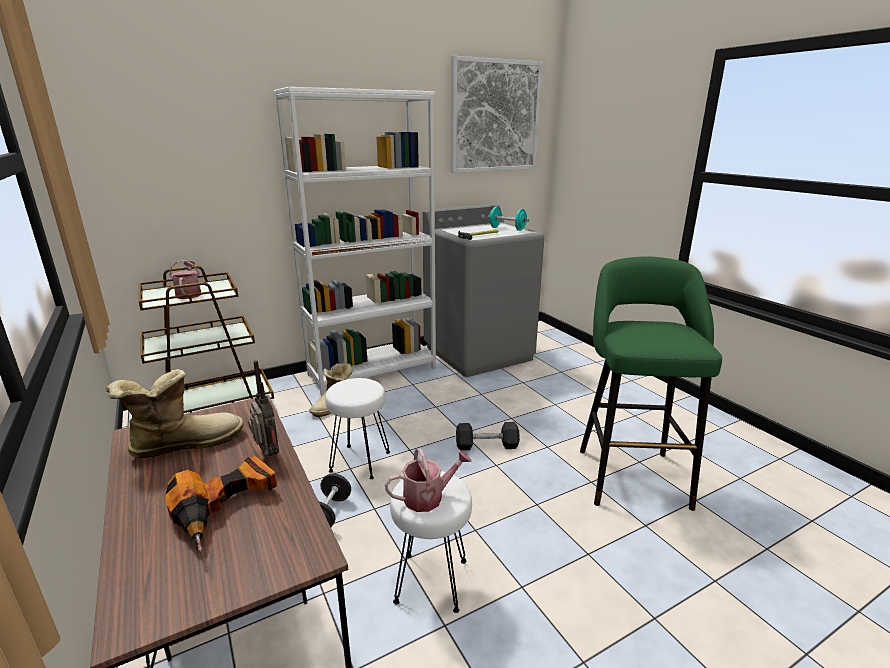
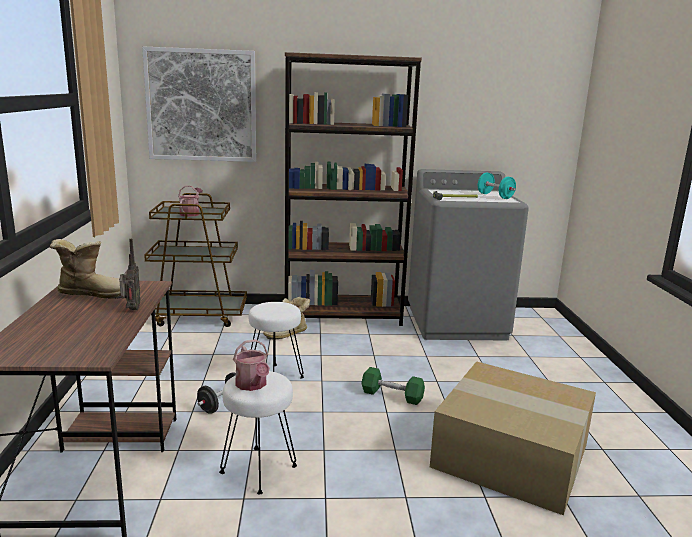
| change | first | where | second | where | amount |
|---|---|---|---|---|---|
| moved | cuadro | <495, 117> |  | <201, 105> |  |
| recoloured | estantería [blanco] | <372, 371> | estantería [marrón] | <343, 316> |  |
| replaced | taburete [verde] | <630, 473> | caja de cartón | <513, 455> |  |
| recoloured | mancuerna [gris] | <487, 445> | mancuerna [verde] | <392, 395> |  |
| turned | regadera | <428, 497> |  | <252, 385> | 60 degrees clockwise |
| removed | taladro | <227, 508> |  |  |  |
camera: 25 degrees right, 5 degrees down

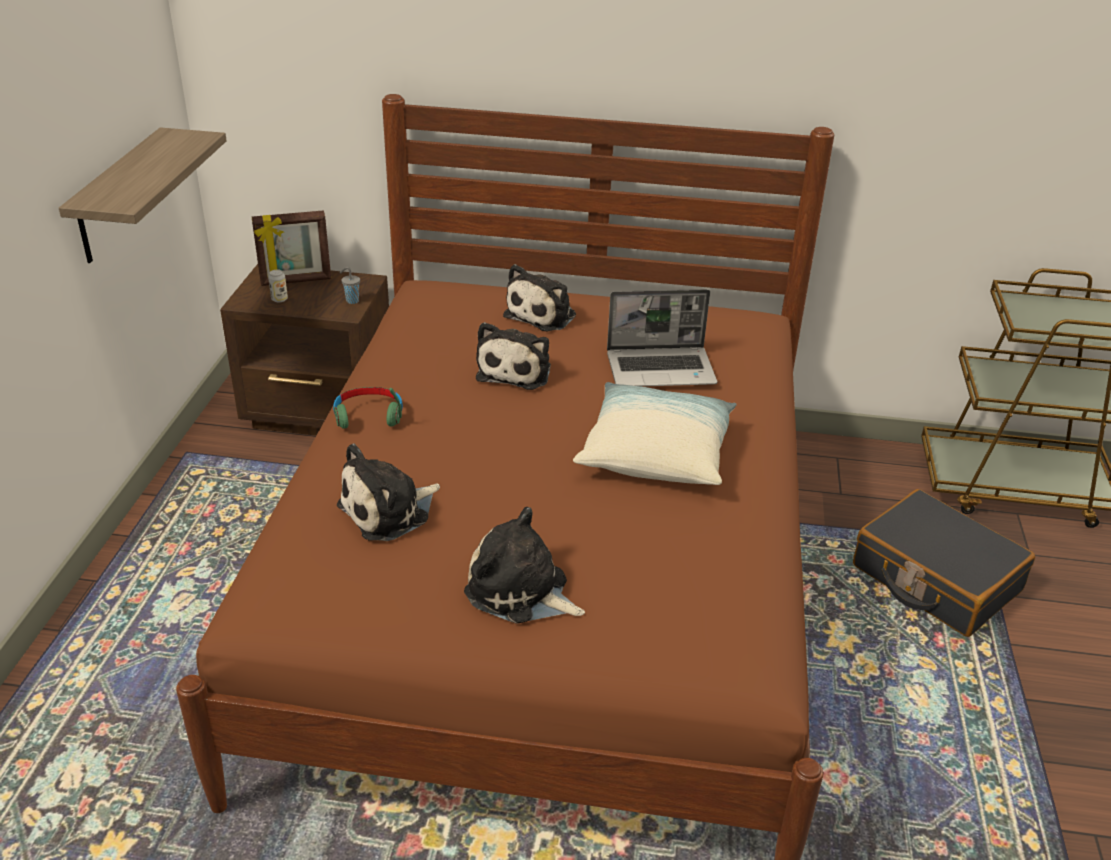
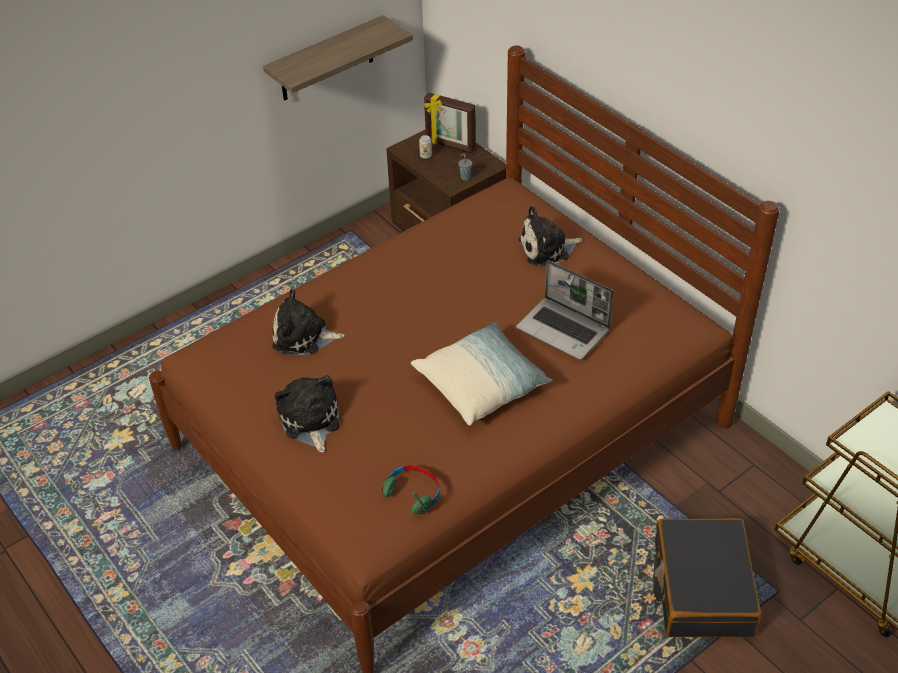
| change | first | where | second | where | amount |
|---|---|---|---|---|---|
| removed | peluche | <516, 371> |  |  |  |
| moved | auriculares [verde] | <368, 415> |  | <413, 493> |  |
camera: 45 degrees right, 10 degrees up

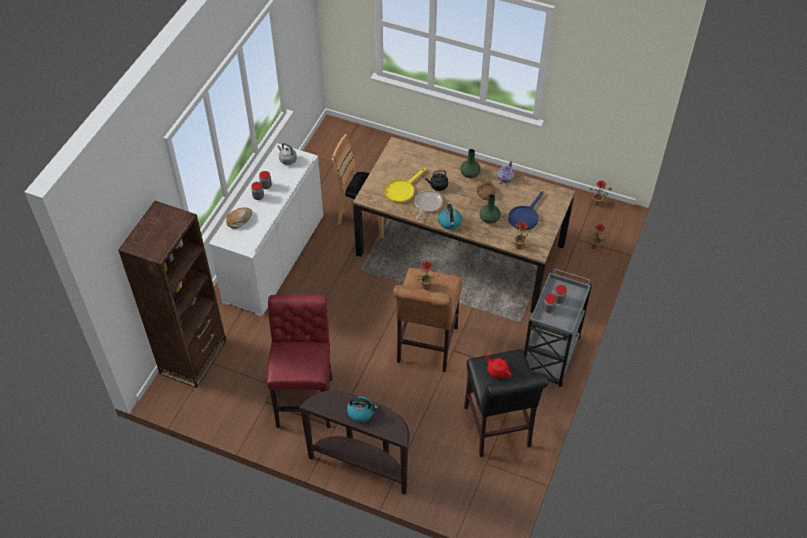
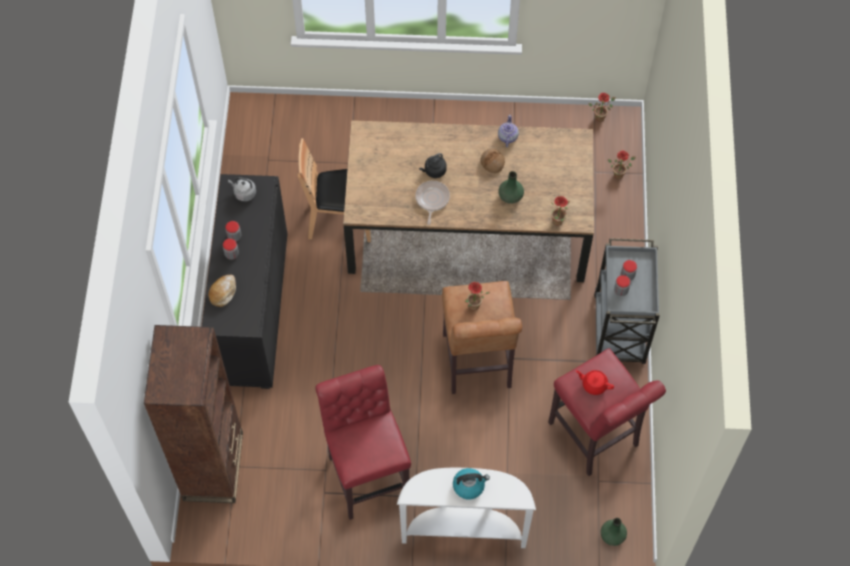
| change | first | where | second | where | amount |
|---|---|---|---|---|---|
| recoloured | armario [blanco] | <274, 258> | armario [negro] | <252, 309> |  |
| moved | florero [verde] | <469, 173> |  | <612, 535> |  |
| removed | sartén [amarillo] | <402, 190> |  |  |  |
| removed | sartén [azul] | <525, 216> |  |  |  |
| removed | hervidor | <450, 222> |  |  |  |
| recoloured | taburete [negro] | <498, 430> | taburete [rojo] | <596, 438> |  |
| recoloured | mesa consola [marrón] | <362, 464> | mesa consola [blanco] | <463, 530> |  |
camera: 20 degrees left, 10 degrees up

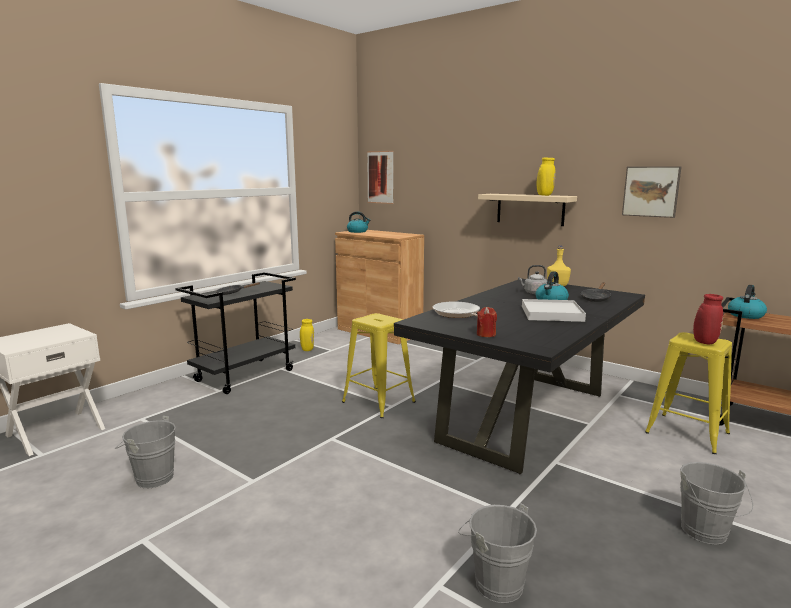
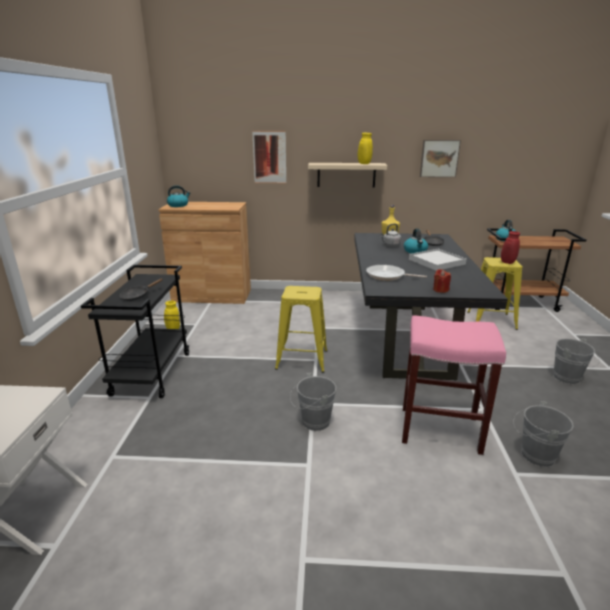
| change | first | where | second | where | amount |
|---|---|---|---|---|---|
| moved | cuadro | <380, 177> |  | <269, 157> |  |
| moved | cubo [gris] | <151, 477> |  | <312, 422> |  |
| added |  |  | taburete [rosa] | <438, 430> |  |
camera: 35 degrees left, 10 degrees up

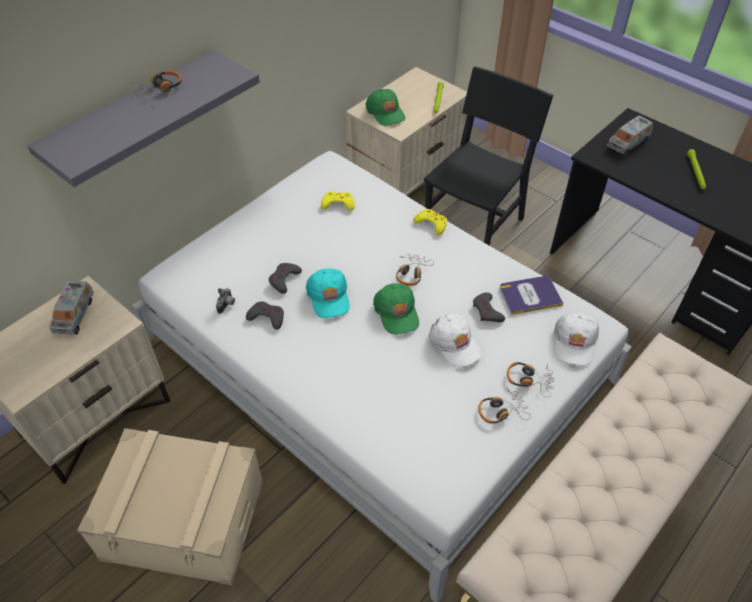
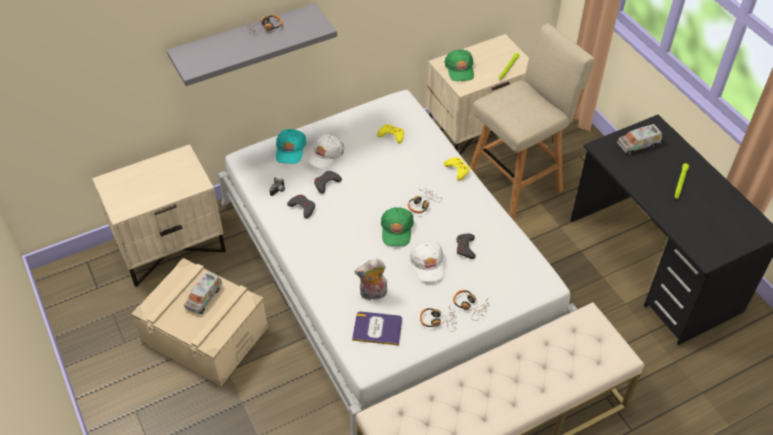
| change | first | where | second | where | amount |
|---|---|---|---|---|---|
| replaced | silla [negro] | <474, 227> | taburete [beis] | <517, 181> |  |
| moved | gorra [turquesa] | <329, 297> |  | <290, 150> |  |
| moved | libro | <530, 295> |  | <377, 328> |  |
| moved | camión de juguete | <74, 314> |  | <204, 297> |  |
| moved | gorra [blanco] | <574, 342> |  | <325, 155> |  |
| added |  |  | peluche | <373, 294> |  |
camera: 20 degrees right, 0 degrees up

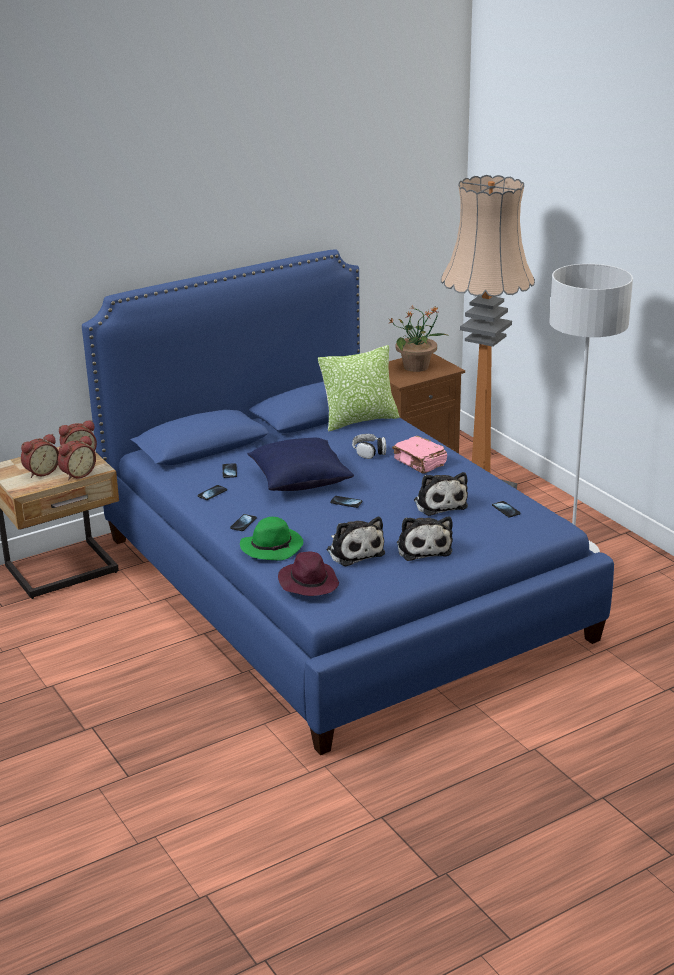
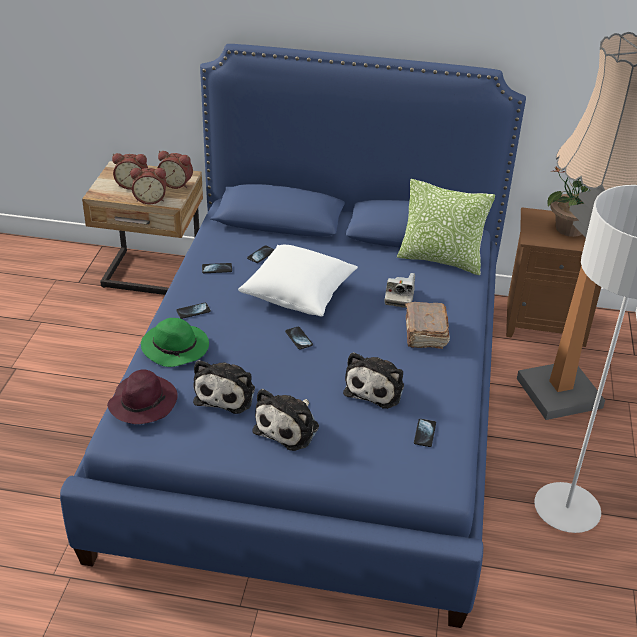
| change | first | where | second | where | amount |
|---|---|---|---|---|---|
| replaced | auriculares | <369, 452> | cámara | <399, 297> |  |
| recoloured | libro [rosa] | <420, 463> | libro [marrón] | <425, 333> |  |
| recoloured | cojín [azul] | <300, 480> | cojín [blanco] | <299, 294> |  |
camera: 40 degrees right, 10 degrees up

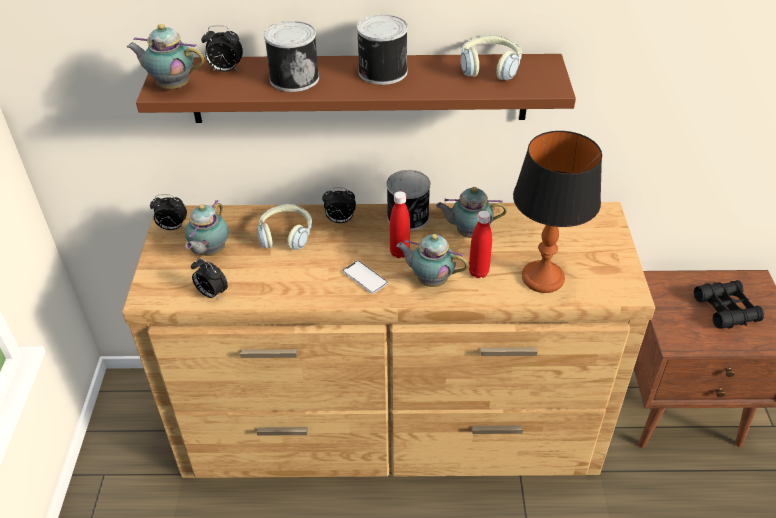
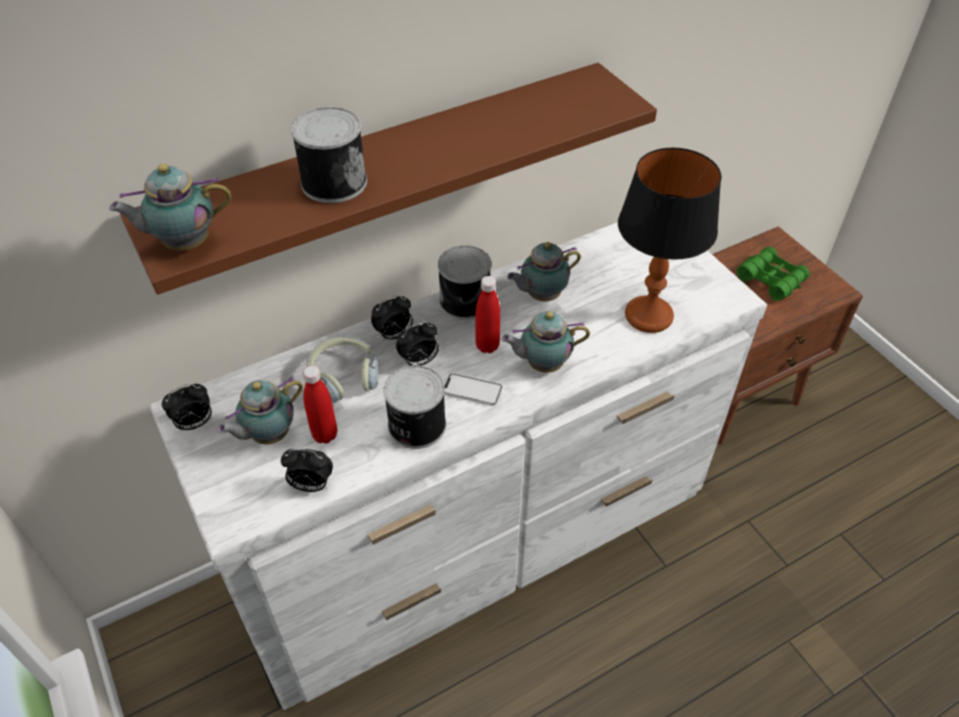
| change | first | where | second | where | amount |
|---|---|---|---|---|---|
| moved | lata | <381, 71> |  | <415, 425> |  |
| moved | despertador | <225, 70> |  | <419, 361> |  |
| removed | auriculares | <490, 67> |  |  |  |
| turned | tetera | <209, 252> |  | <268, 435> | 60 degrees clockwise |
| recoloured | cómoda [marrón] | <391, 424> | cómoda [blanco] | <478, 534> |  |
| moved | botella [rojo] | <478, 272> |  | <325, 435> |  |
| recoloured | prismáticos [negro] | <726, 309> | prismáticos [verde] | <771, 279> |  |
camera: 30 degrees left, 5 degrees up

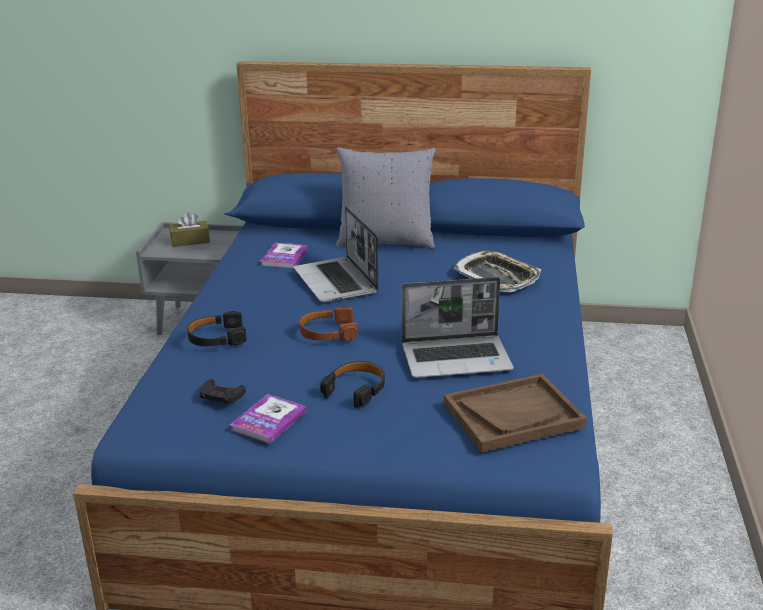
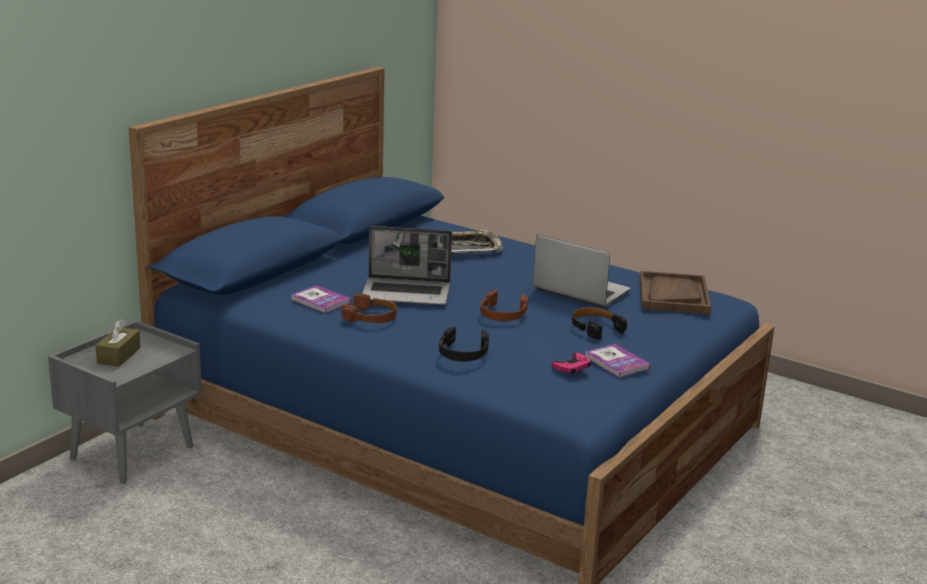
| change | first | where | second | where | amount |
|---|---|---|---|---|---|
| removed | cojín [gris] | <386, 241> |  |  |  |
| turned | portátil | <457, 358> |  | <579, 290> | 75 degrees counterclockwise |
| recoloured | mando de consola [negro] | <221, 395> | mando de consola [rosa] | <572, 367> |  |
| added |  |  | auriculares [marrón] | <371, 317> |  |
camera: 65 degrees left, 5 degrees down

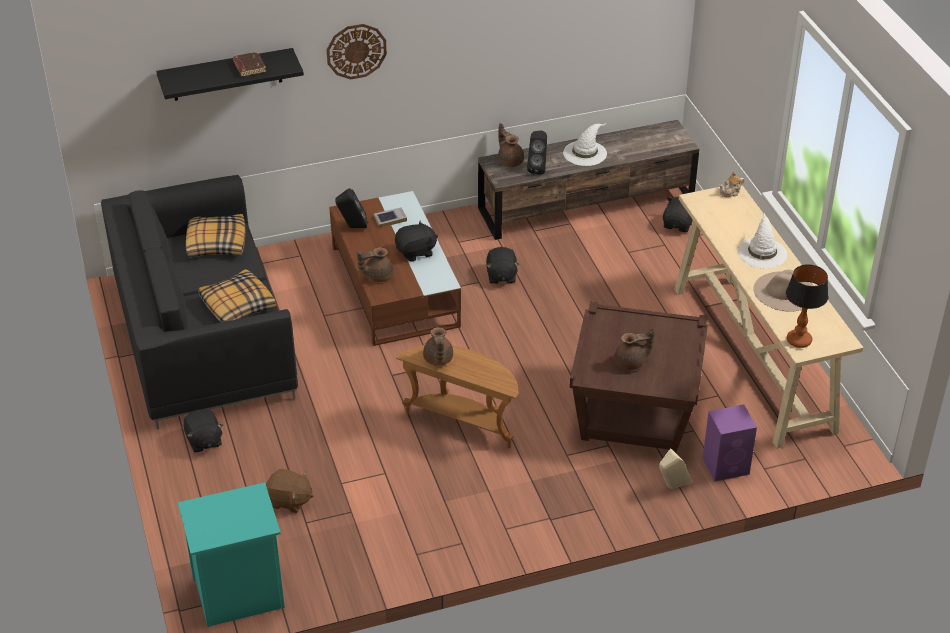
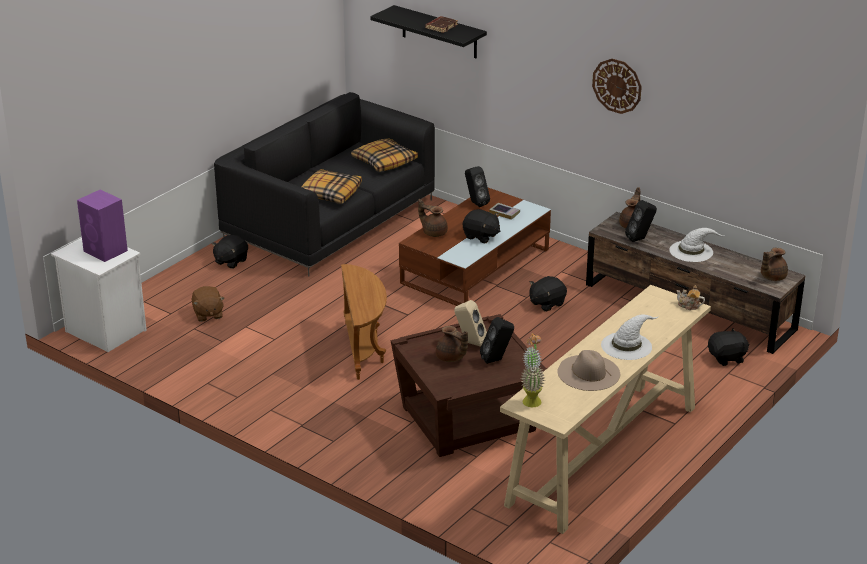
| change | first | where | second | where | amount |
|---|---|---|---|---|---|
| moved | reloj de pared | <356, 51> |  | <617, 85> |  |
| replaced | lámpara de mesa | <798, 340> | planta en maceta | <531, 399> |  |
| moved | tetera [marrón] | <438, 359> |  | <772, 277> |  |
| moved | altavoz [morado] | <727, 466> |  | <106, 251> |  |
| moved | altavoz [beis] | <671, 487> |  | <469, 343> |  |
| recoloured | mesita de noche [turquesa] | <238, 594> | mesita de noche [blanco] | <103, 331> |  |
| added |  |  | altavoz [negro] | <497, 360> |  |
camera: 55 degrees right, 10 degrees down

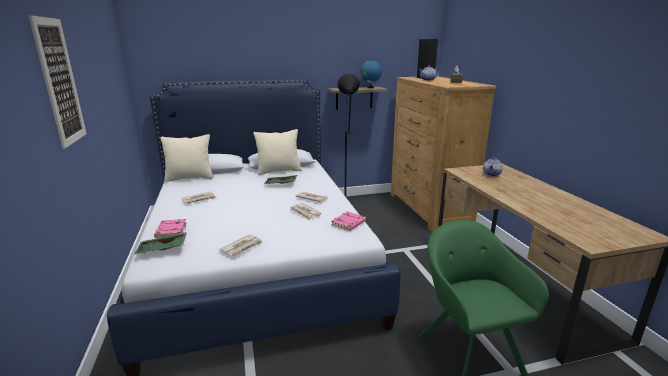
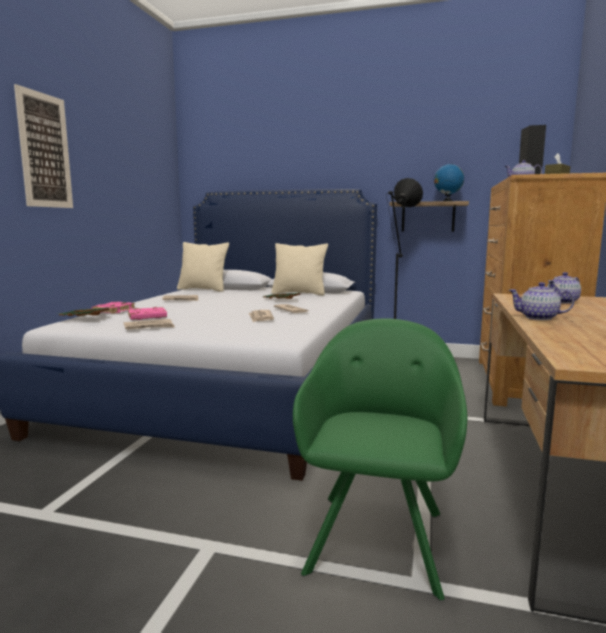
| change | first | where | second | where | amount |
|---|---|---|---|---|---|
| moved | libro [rosa] | <349, 224> |  | <147, 317> |  |
| added |  |  | tetera | <539, 318> |  |
camera: 30 degrees right, 10 degrees down

